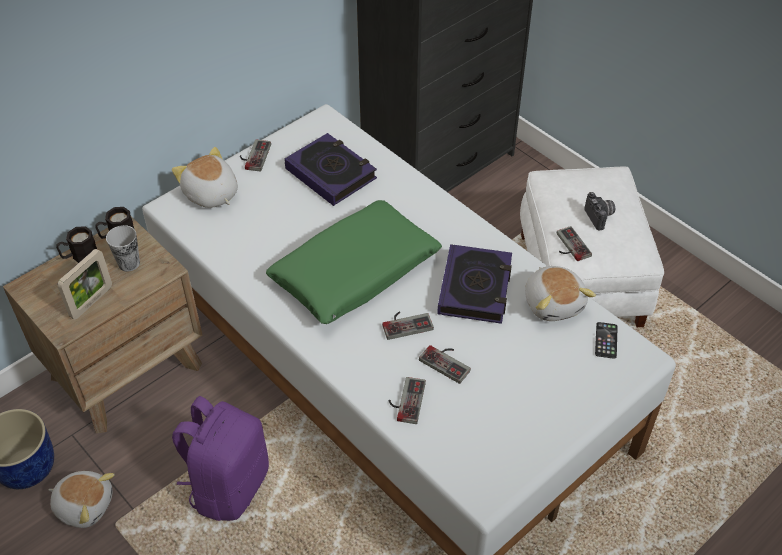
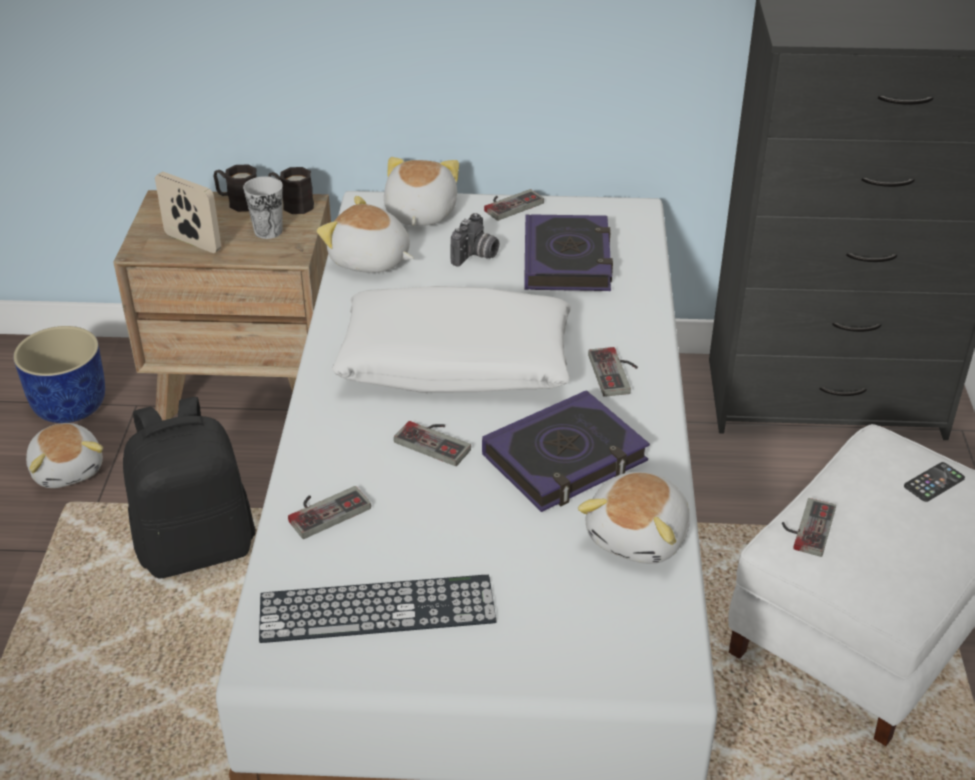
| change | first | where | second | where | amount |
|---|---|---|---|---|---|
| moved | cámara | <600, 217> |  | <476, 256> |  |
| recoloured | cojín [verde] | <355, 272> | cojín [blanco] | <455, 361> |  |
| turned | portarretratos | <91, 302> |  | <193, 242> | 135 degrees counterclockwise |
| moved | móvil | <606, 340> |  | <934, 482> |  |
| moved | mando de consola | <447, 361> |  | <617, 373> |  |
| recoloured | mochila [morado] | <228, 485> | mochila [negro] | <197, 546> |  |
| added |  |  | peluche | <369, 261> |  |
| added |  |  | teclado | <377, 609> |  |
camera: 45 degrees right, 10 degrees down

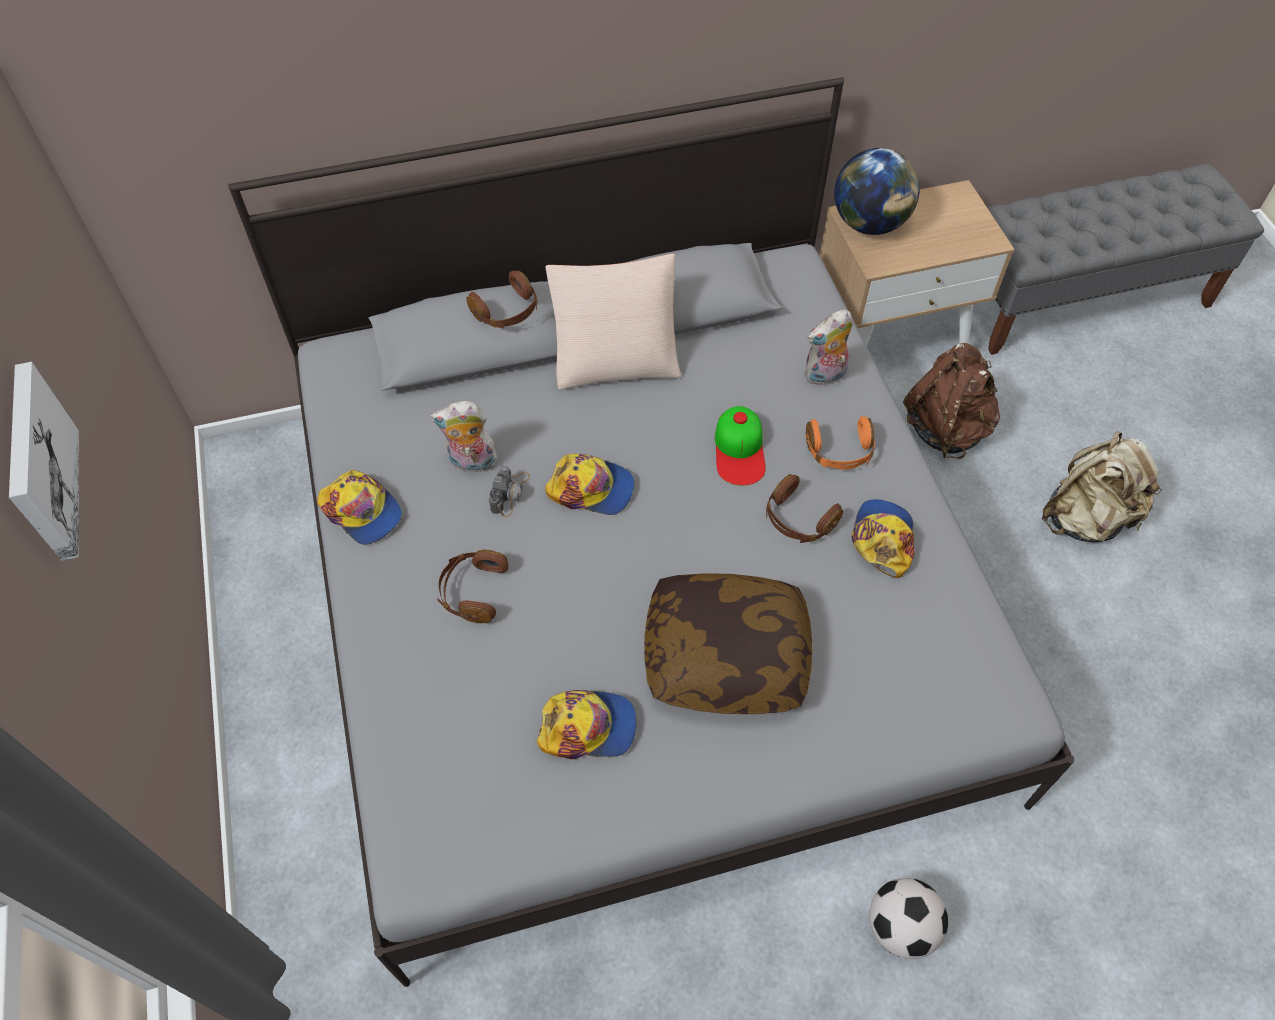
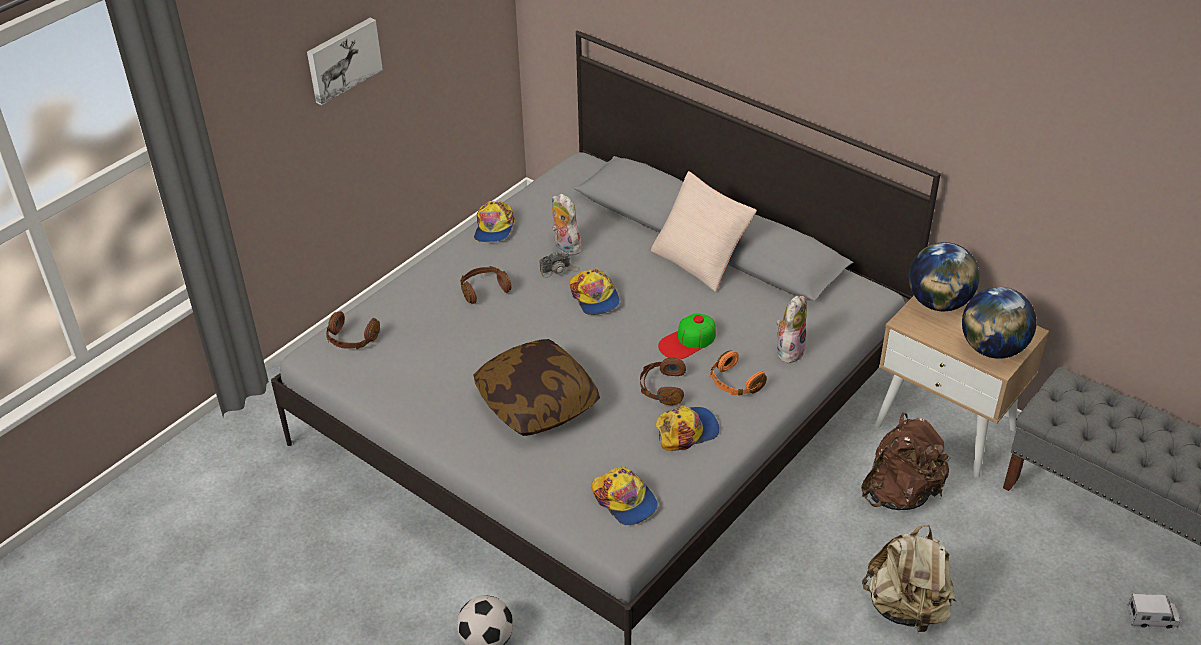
| change | first | where | second | where | amount |
|---|---|---|---|---|---|
| moved | auriculares [marrón] | <507, 312> |  | <352, 339> |  |
| turned | peluche | <824, 376> |  | <789, 350> | 90 degrees clockwise |
| moved | gorra | <588, 727> |  | <625, 500> |  |
| added |  |  | globo terráqueo | <992, 349> |  |
| added |  |  | camión de juguete | <1152, 618> |  |
camera: 55 degrees right, 15 degrees down

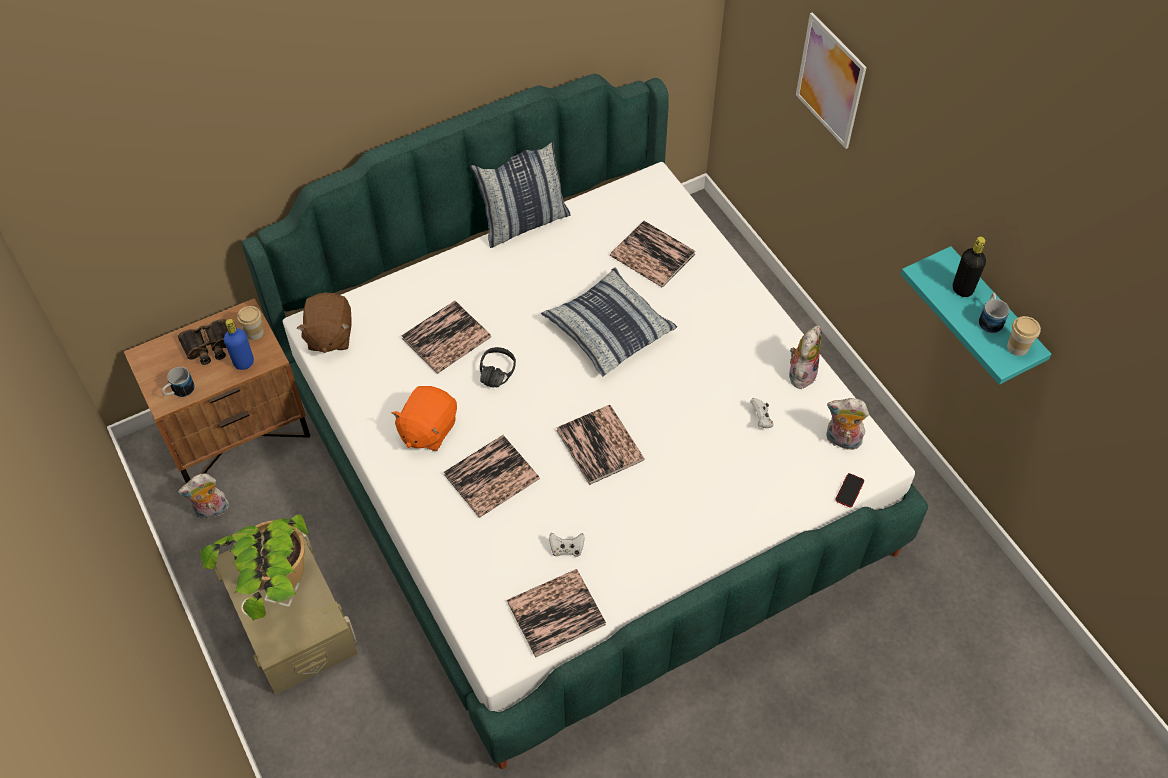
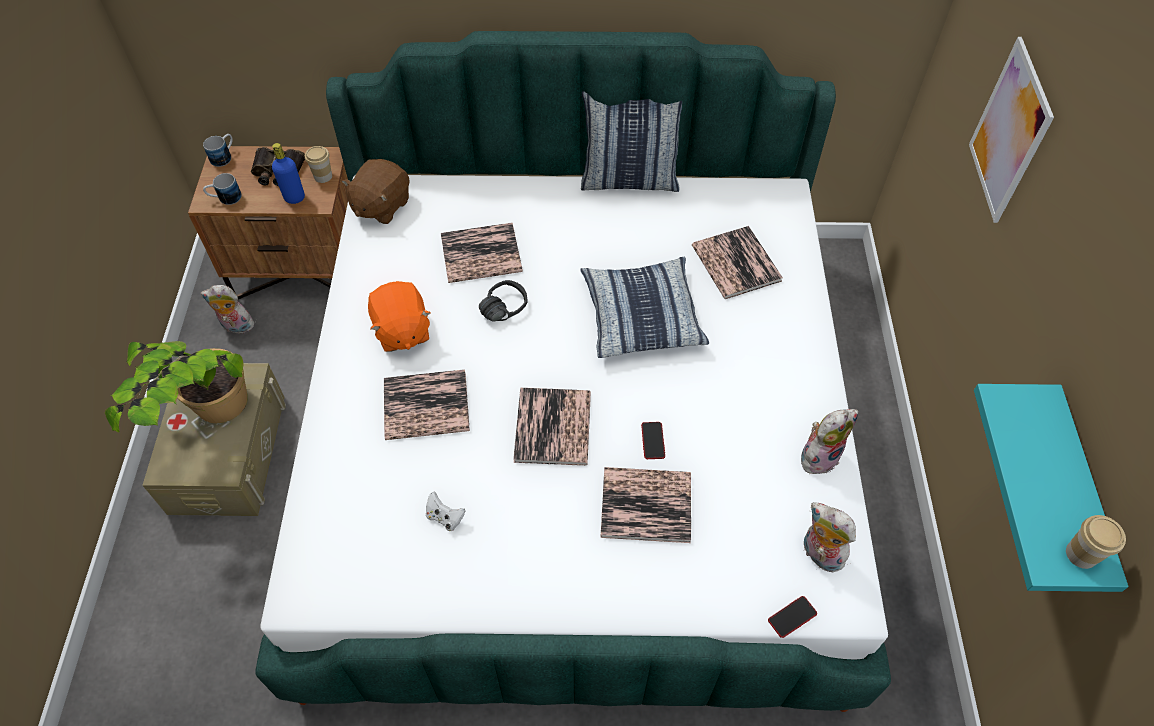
| change | first | where | second | where | amount |
|---|---|---|---|---|---|
| removed | botella [negro] | <962, 289> |  |  |  |
| moved | taza grande | <990, 319> |  | <224, 156> |  |
| turned | peluche [naranja] | <427, 429> |  | <401, 331> | 75 degrees counterclockwise |
| removed | mando de consola [blanco] | <761, 419> |  |  |  |
| moved | libro | <556, 613> |  | <646, 505> |  |
| added |  |  | móvil | <653, 441> |  |
camera: 30 degrees right, 0 degrees up

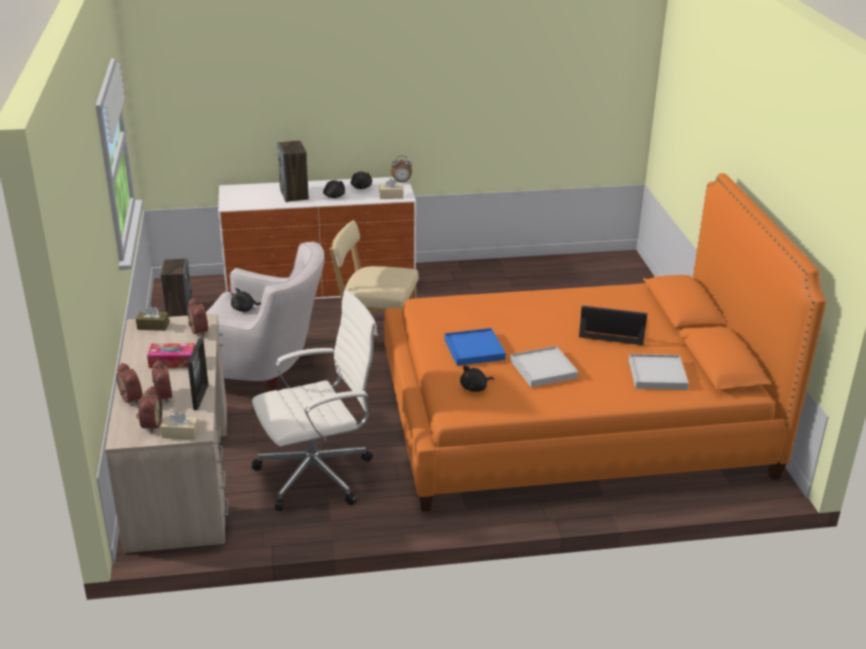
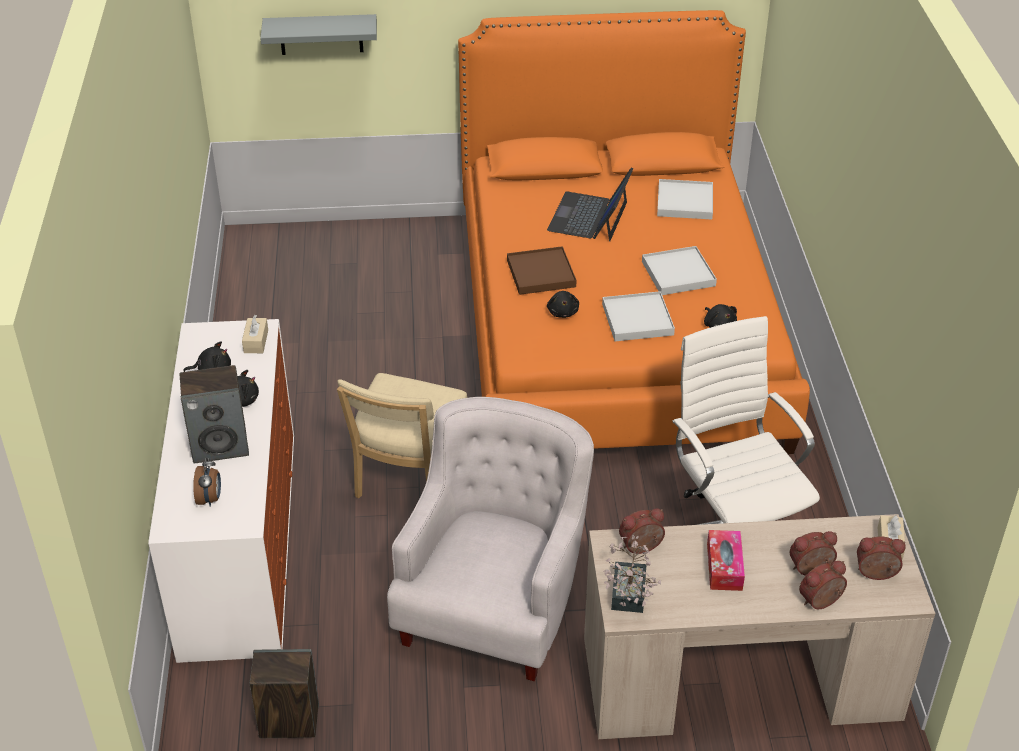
| change | first | where | second | where | amount |
|---|---|---|---|---|---|
| moved | despertador | <401, 182> |  | <210, 499> |  |
| moved | peluche [negro] | <245, 309> |  | <563, 312> |  |
| replaced | caja de pañuelos [marrón] | <153, 326> | planta en maceta | <627, 598> |  |
| recoloured | bandeja [azul] | <474, 349> | bandeja [blanco] | <637, 319> |  |
| removed | portarretratos | <201, 397> |  |  |  |
| added |  |  | estante [gris] | <321, 34> |  |
| added |  |  | bandeja [marrón] | <540, 273> |  |
camera: 85 degrees left, 10 degrees up

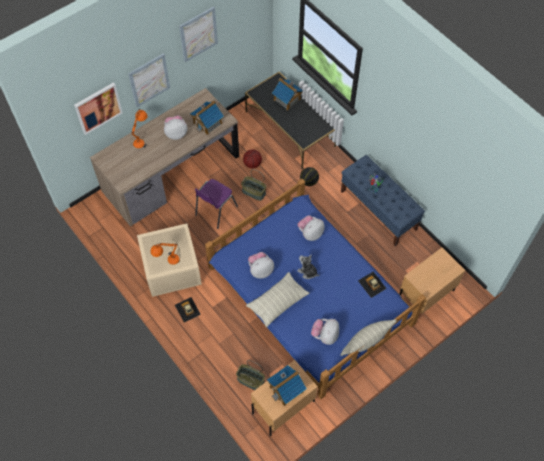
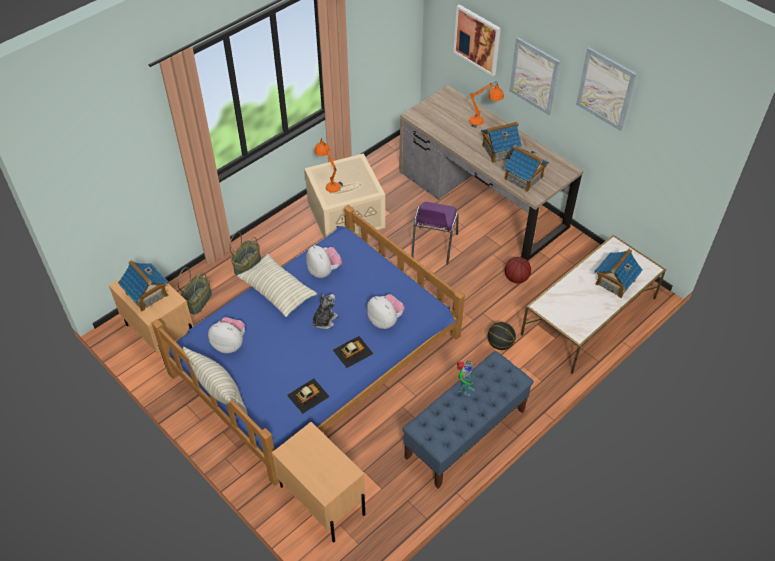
| change | first | where | second | where | amount |
|---|---|---|---|---|---|
| recoloured | mesa de centro [negro] | <289, 129> | mesa de centro [blanco] | <589, 316> |  |
| replaced | peluche | <176, 133> | casita | <499, 151> |  |
| moved | cesta | <253, 192> |  | <247, 265> |  |
| turned | silla [morado] | <215, 211> |  | <433, 246> | 105 degrees counterclockwise |
| moved | coche de juguete | <187, 309> |  | <352, 351> |  |
camera: 85 degrees right, 10 degrees down

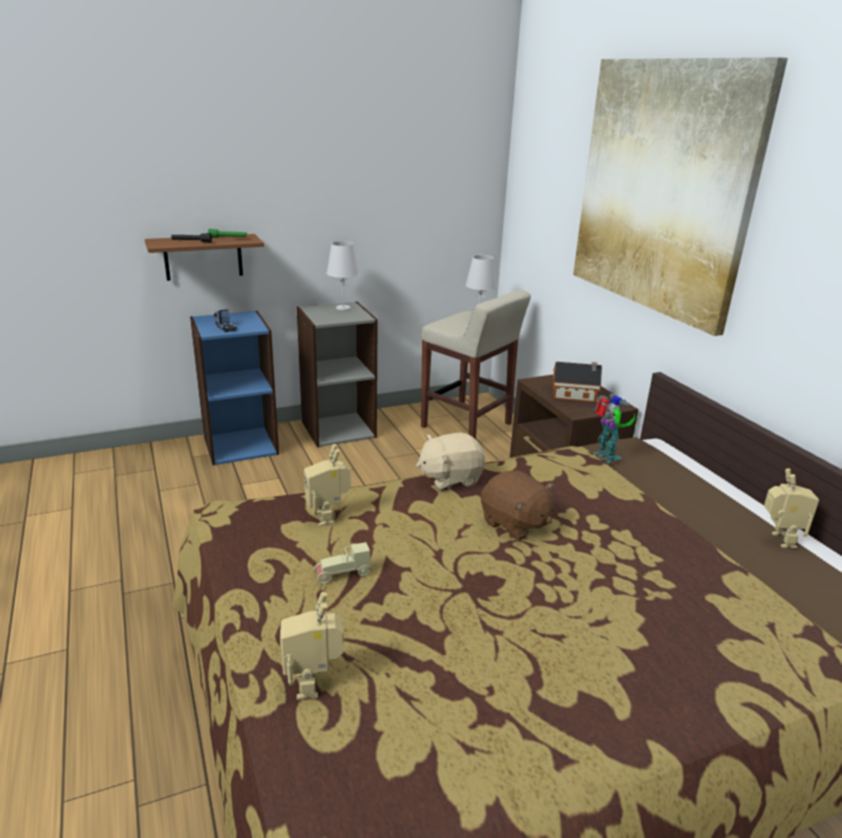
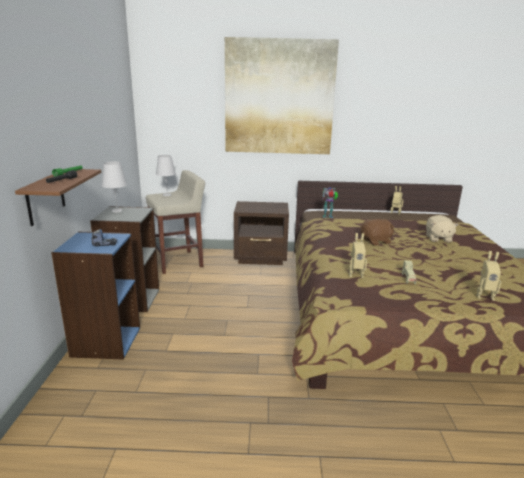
| change | first | where | second | where | amount |
|---|---|---|---|---|---|
| removed | casita | <576, 395> |  |  |  |
| moved | peluche [beis] | <450, 478> |  | <438, 238> |  |
camera: 65 degrees left, 5 degrees down

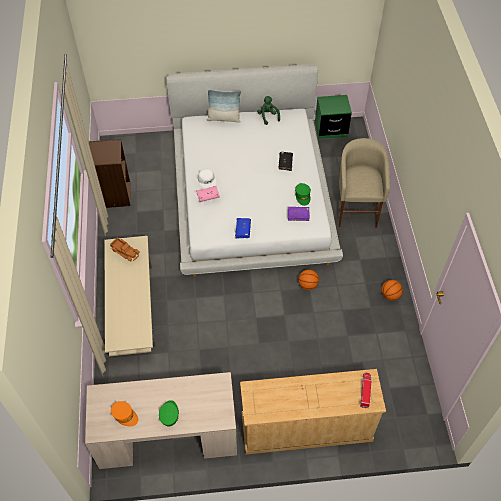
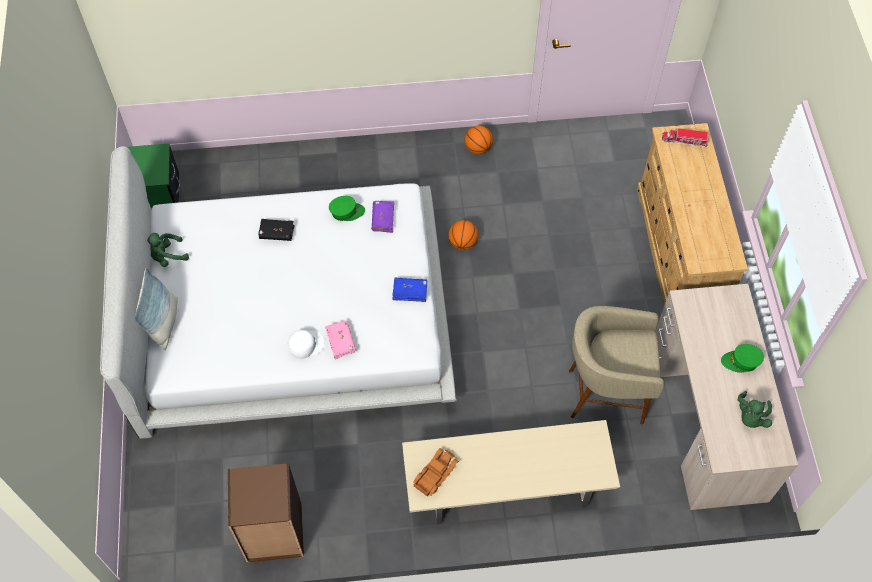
| change | first | where | second | where | amount |
|---|---|---|---|---|---|
| moved | taburete [beis] | <356, 210> |  | <605, 394> |  |
| replaced | gorra [naranja] | <125, 415> | peluche [verde] | <750, 417> |  |
camera: 90 degrees left, 5 degrees up

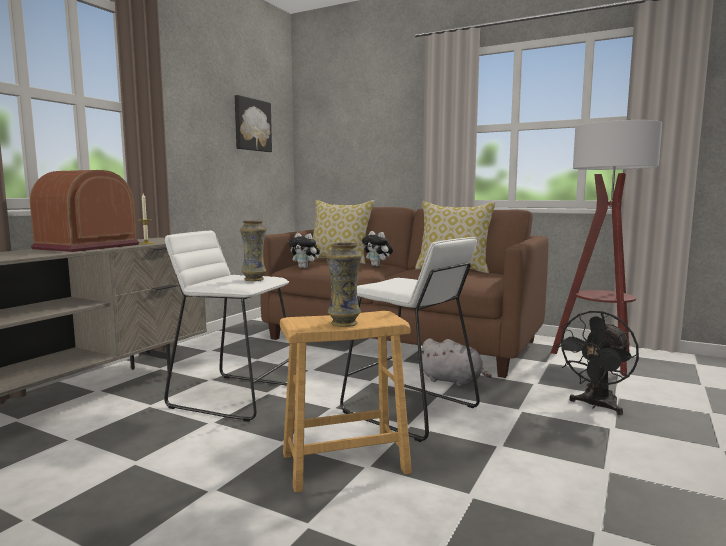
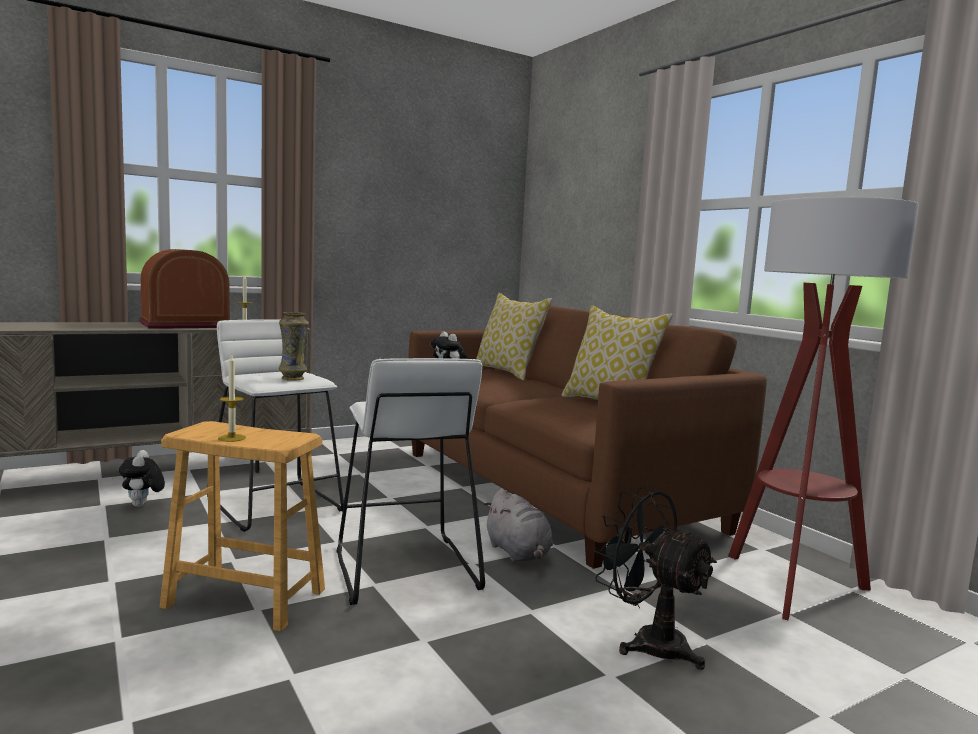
| change | first | where | second | where | amount |
|---|---|---|---|---|---|
| removed | cuadro | <252, 125> |  |  |  |
| moved | peluche | <377, 266> |  | <142, 505> |  |
| replaced | florero | <344, 324> | vela | <232, 438> |  |
| turned | ventilador [negro] | <596, 406> |  | <648, 641> | 60 degrees clockwise |
camera: 30 degrees right, 0 degrees up

